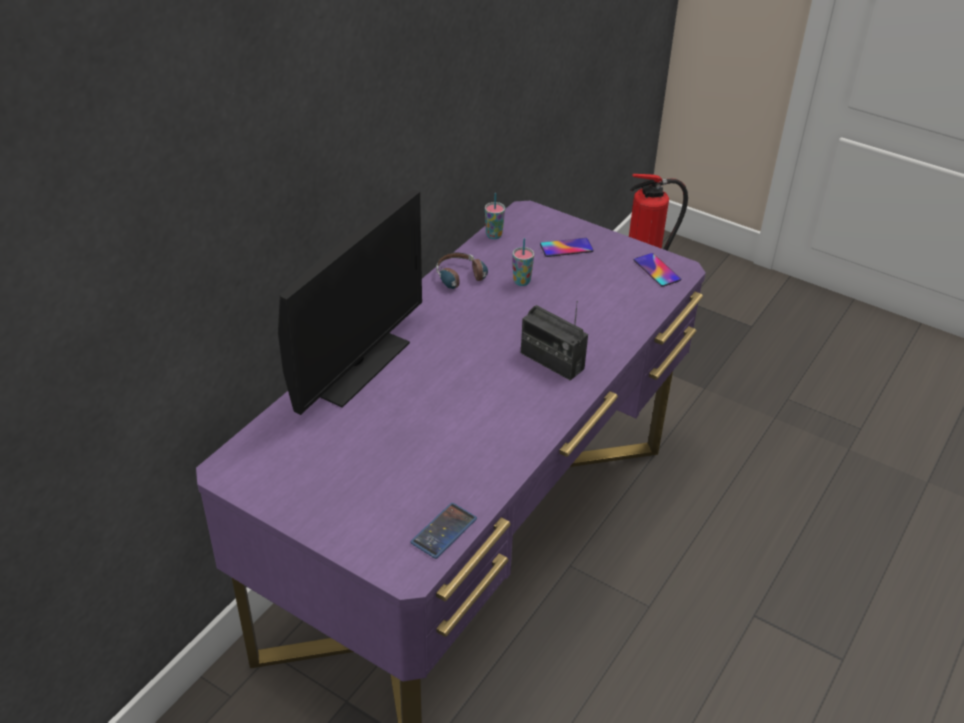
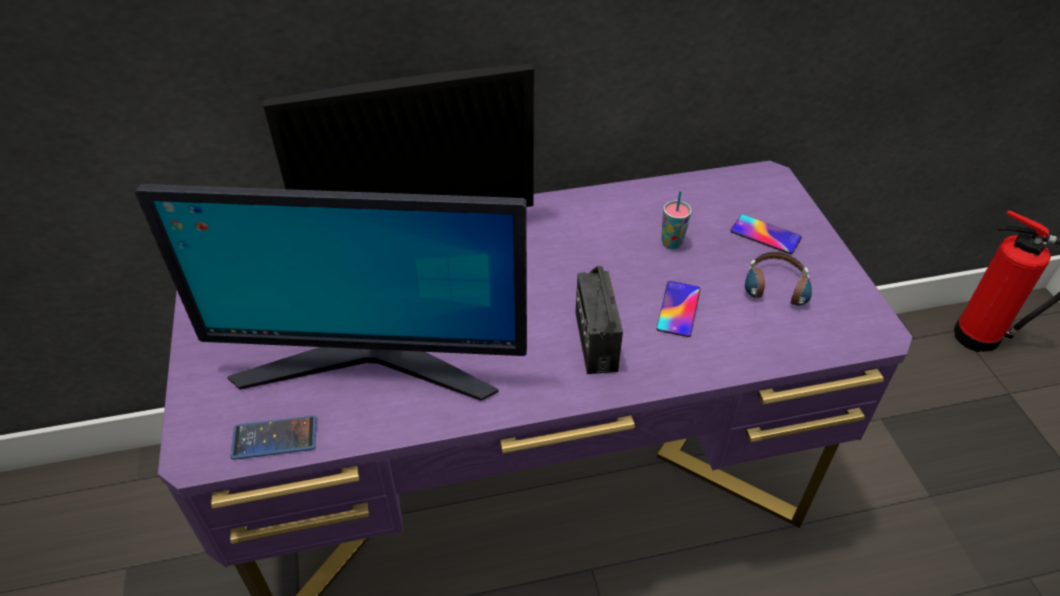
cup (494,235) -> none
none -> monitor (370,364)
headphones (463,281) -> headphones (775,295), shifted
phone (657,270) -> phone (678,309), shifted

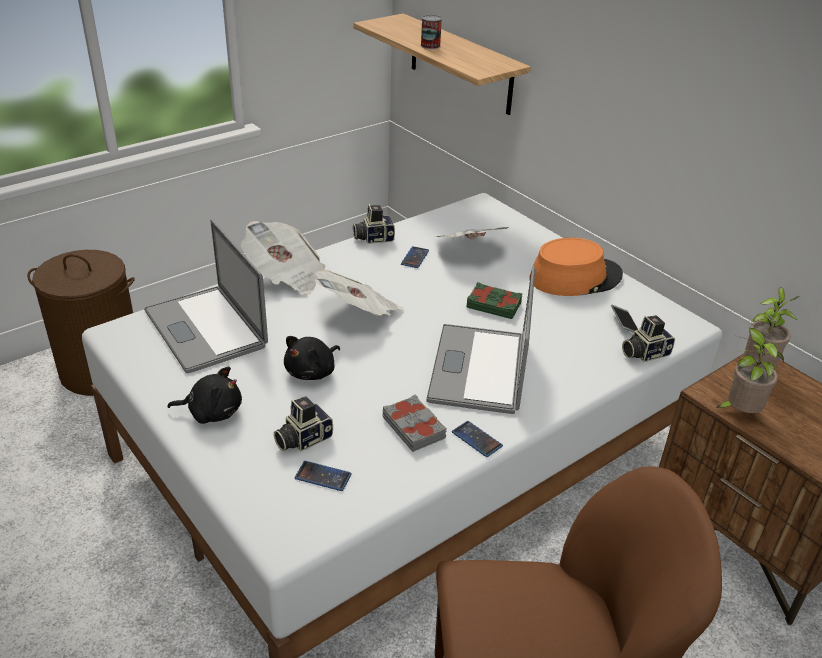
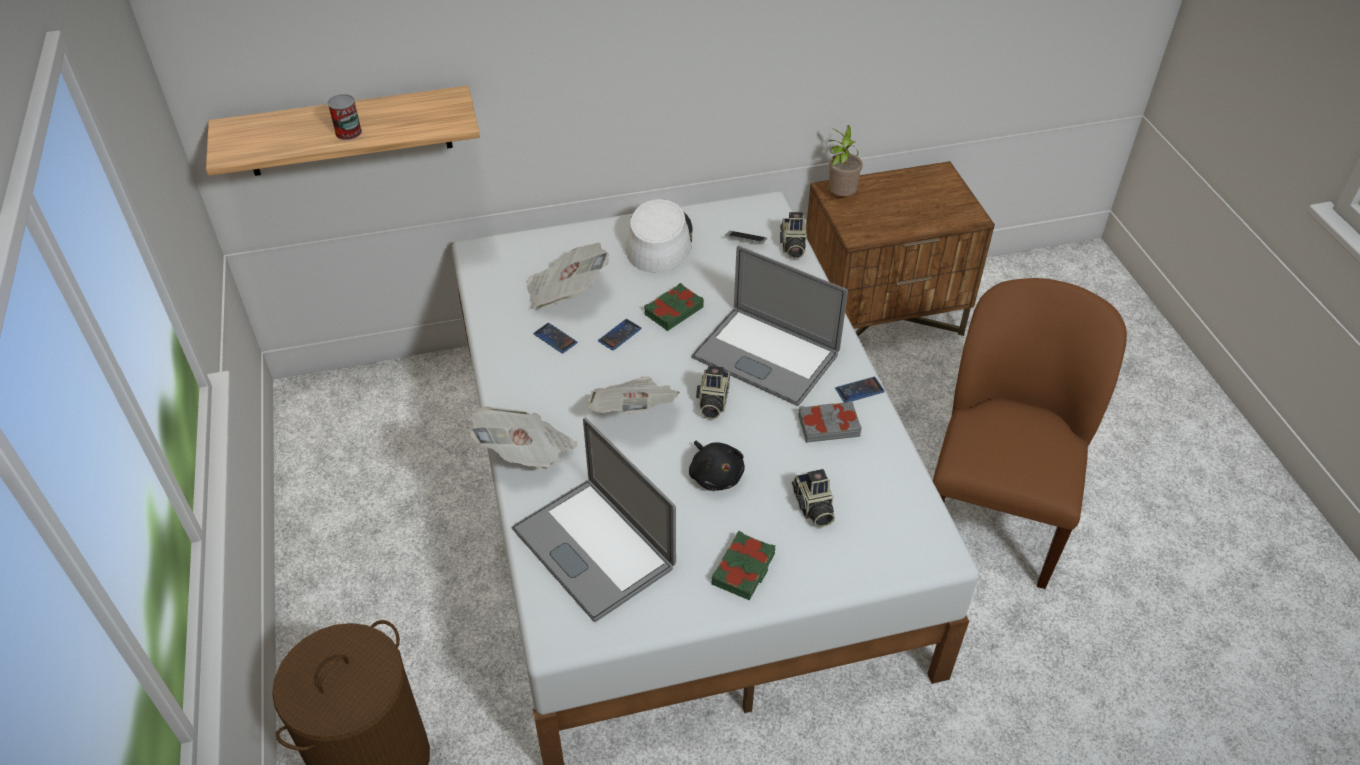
potted plant (738,412) -> none
phone (323,476) -> phone (619,335), shifted
photo camera (373,238) -> photo camera (712,402), shifted
black plush toy (212,412) -> green book (744,569)
orange hat (575,277) -> white hat (659,240)
laptop (205,328) -> laptop (593,548), 60 degrees clockwise

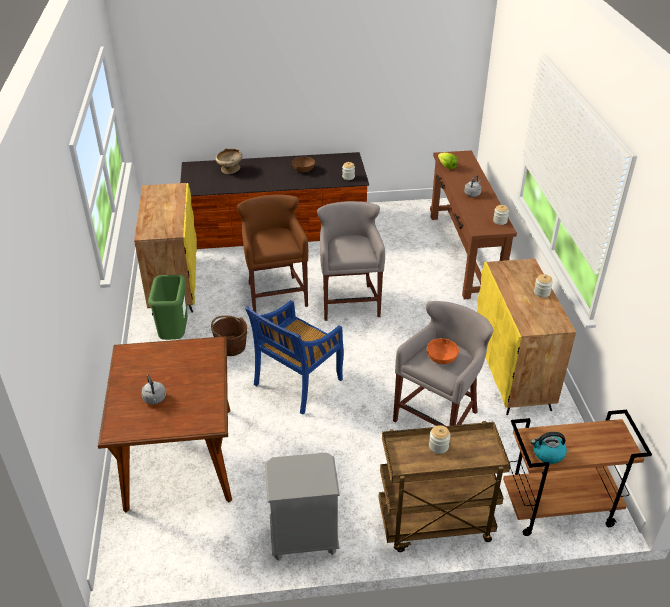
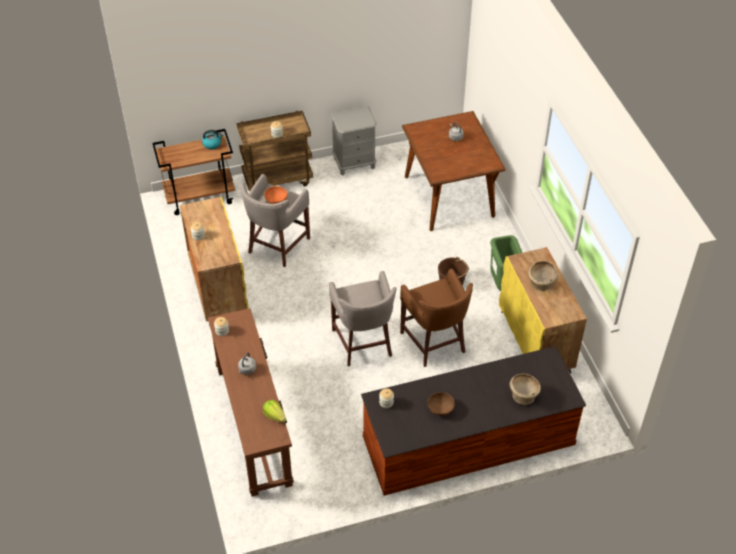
blue chair (297,383) -> none
none -> beige bowl (541,284)

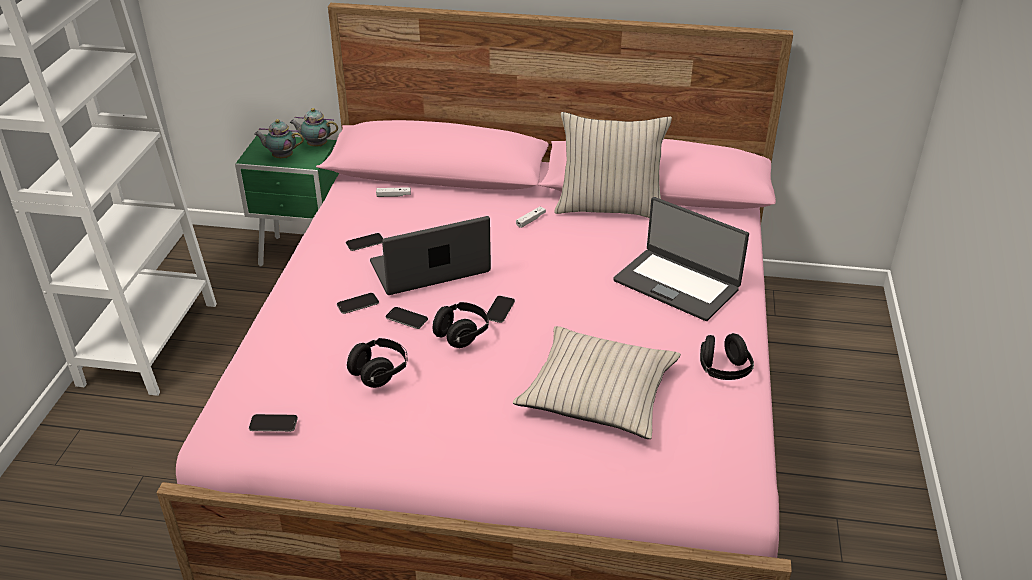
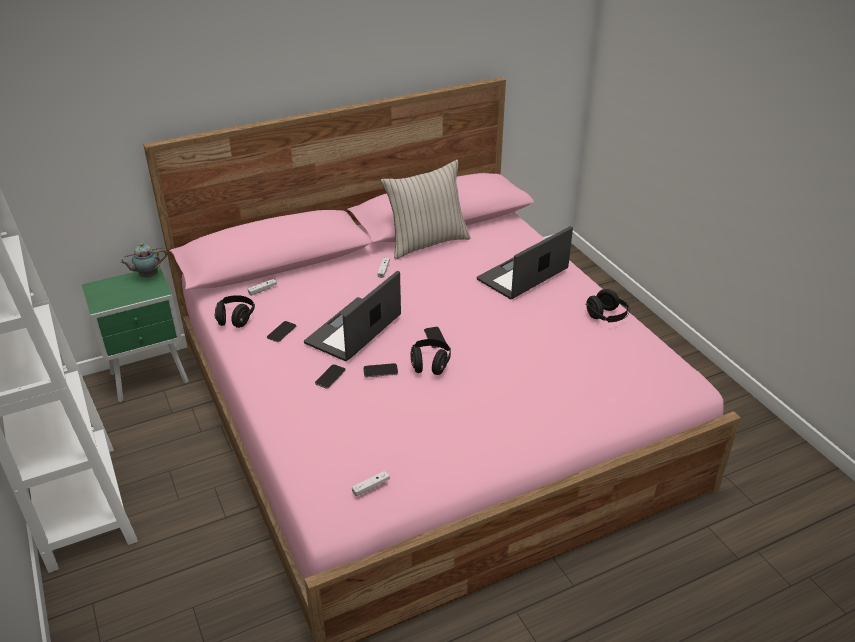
teapot (281,157) -> none
beige pillow (598,393) -> none
black headphones (379,372) -> black headphones (235,319), shifted
phone (273,424) -> white game controller (371,486)
laptop (677,284) -> laptop (523,275), 135 degrees clockwise

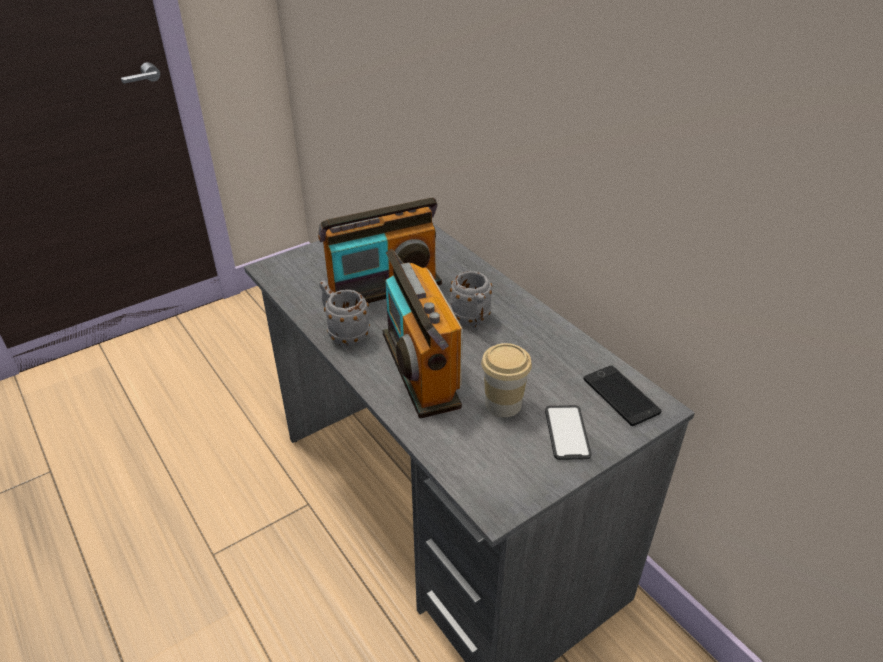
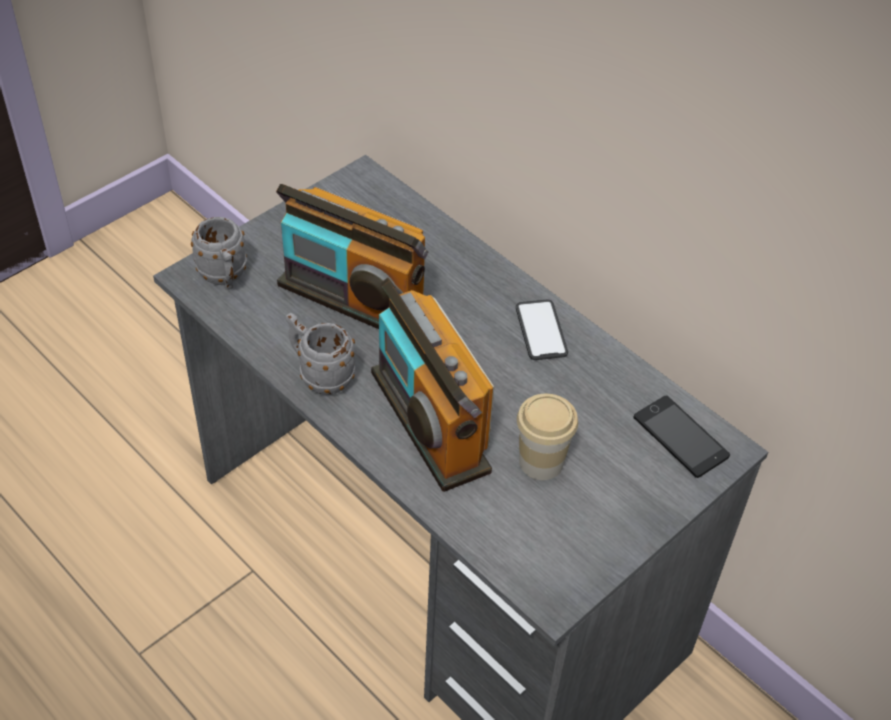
grey mug (472,321) -> grey mug (224,278), shifted
phone (567,433) -> phone (541,330), shifted
radio (382,288) -> radio (355,299), 60 degrees clockwise

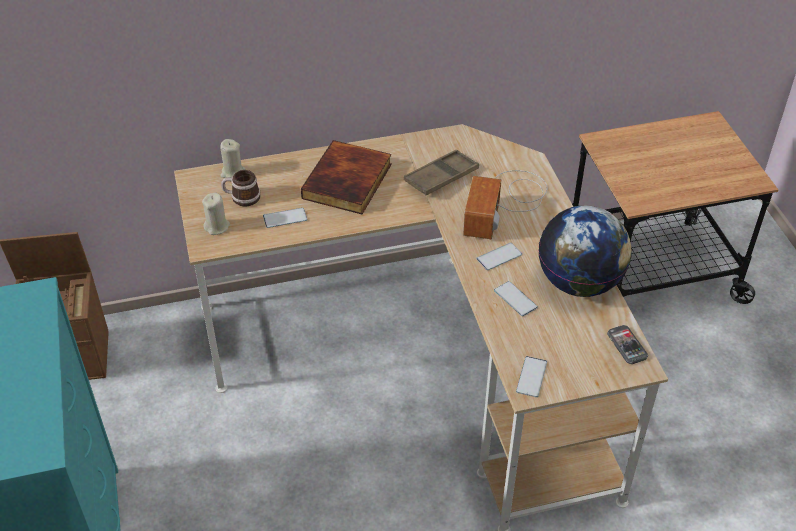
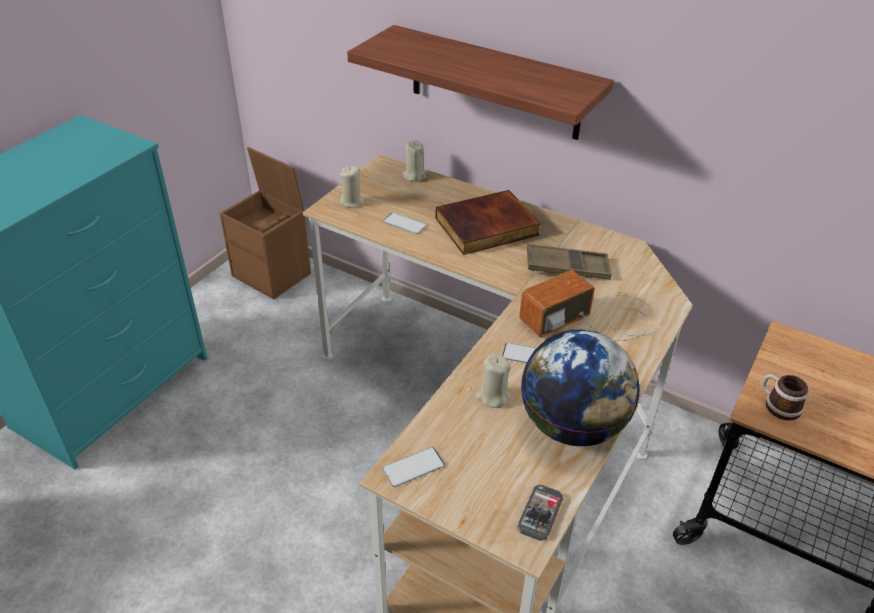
none -> shelf (494,83)
mug (241,197) -> mug (778,405), shifted
phone (515,299) -> beige candle (493,397)

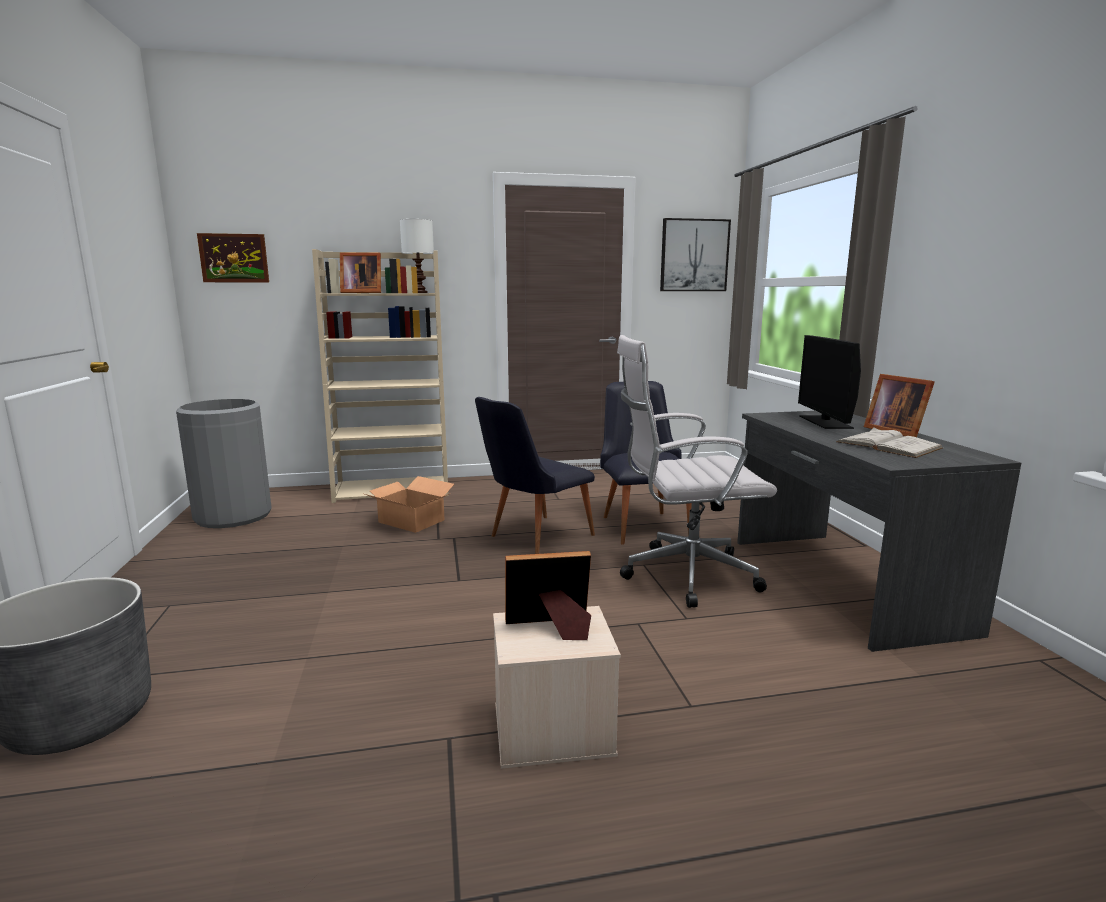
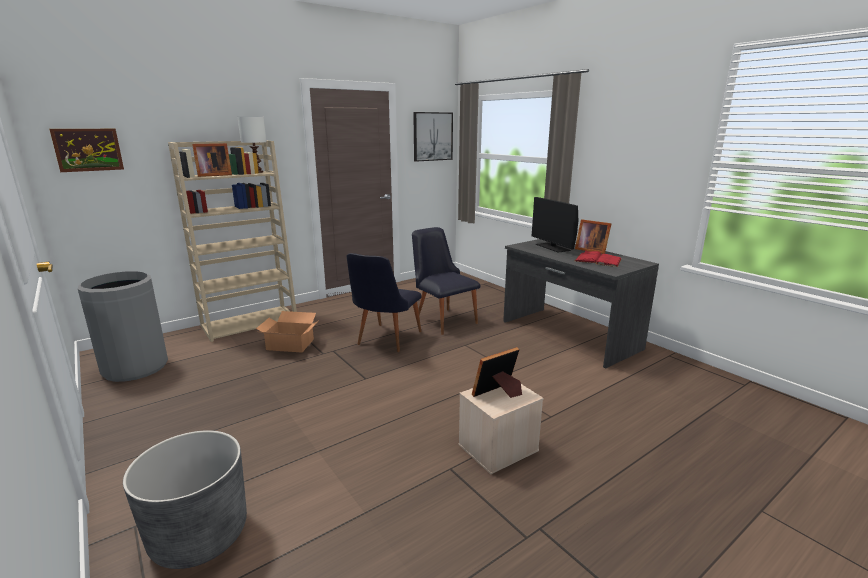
white office chair (683,575) -> none
white book (888,445) -> red book (598,260)

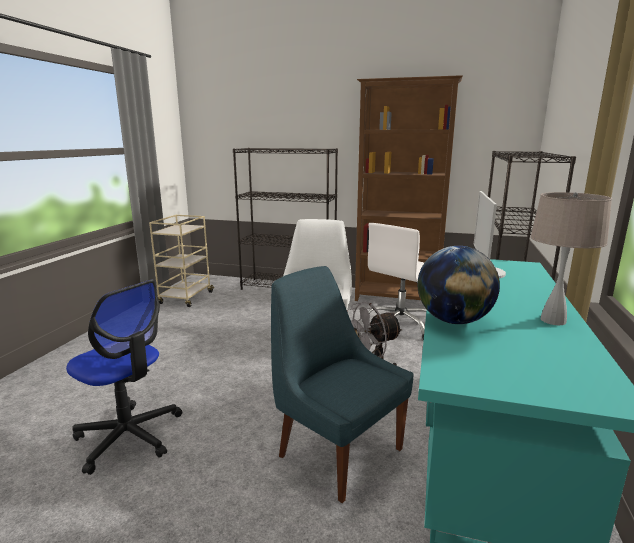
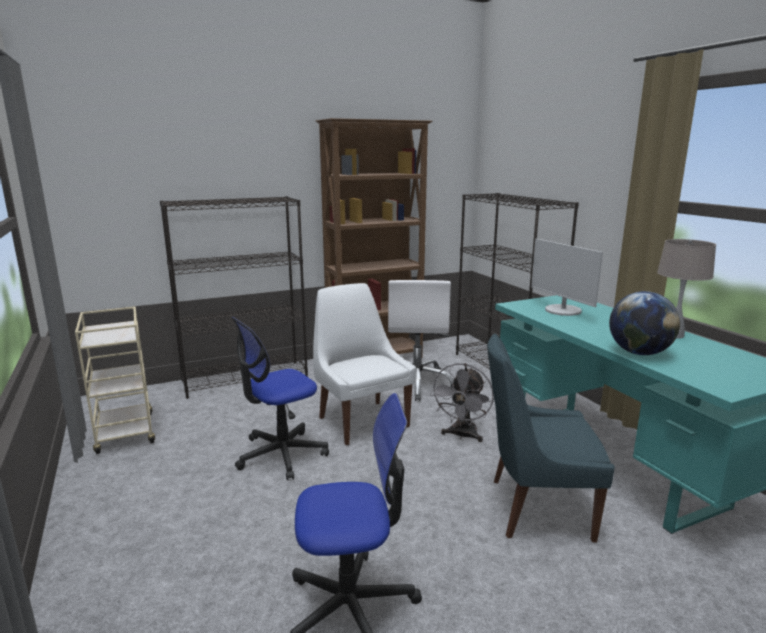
none -> office chair (281,454)

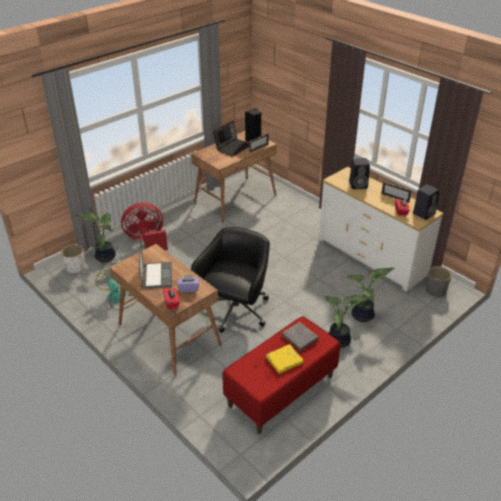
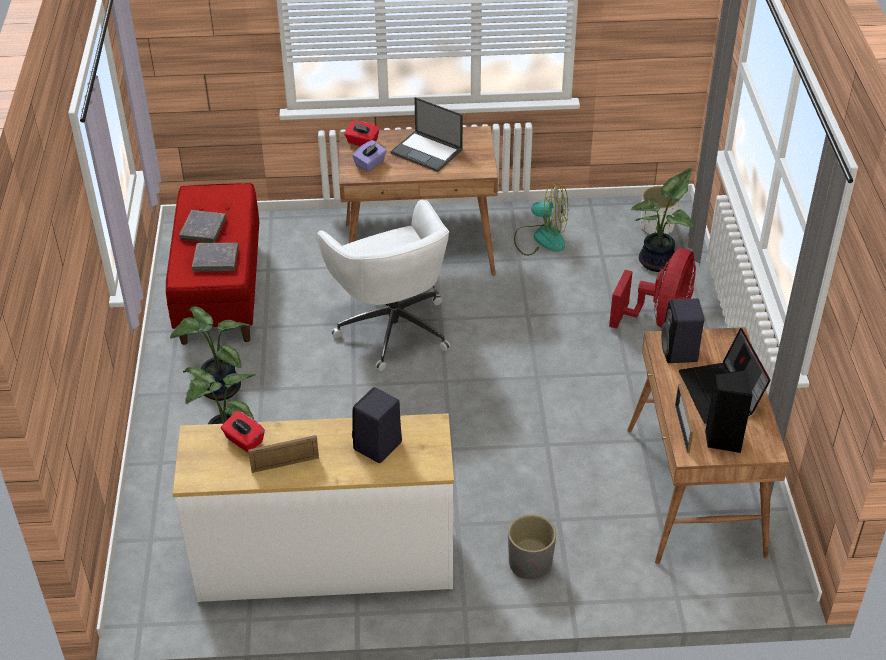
black speaker (424,213) -> black speaker (680,352), shifted
grey planter (436,291) -> grey planter (530,564), shifted
black office chair (235,311) -> white office chair (392,326)
yellow book (284,360) -> grey book (203,229)

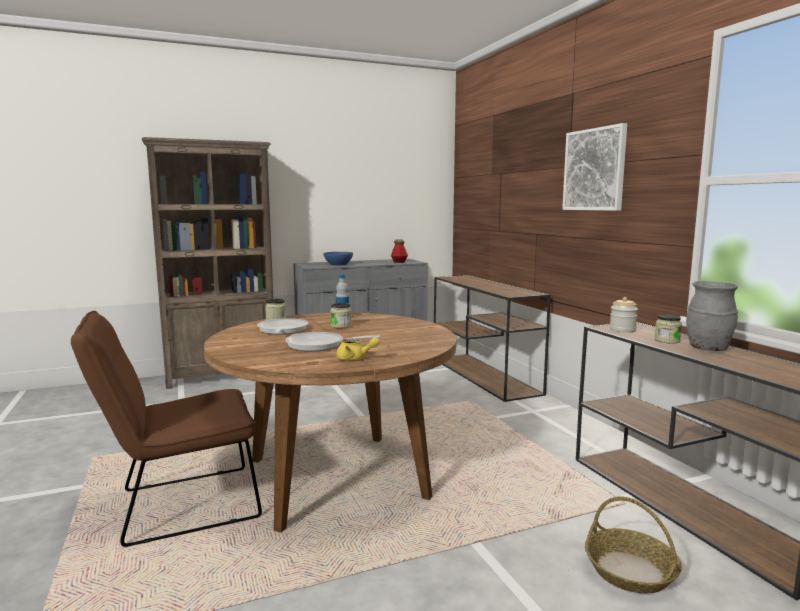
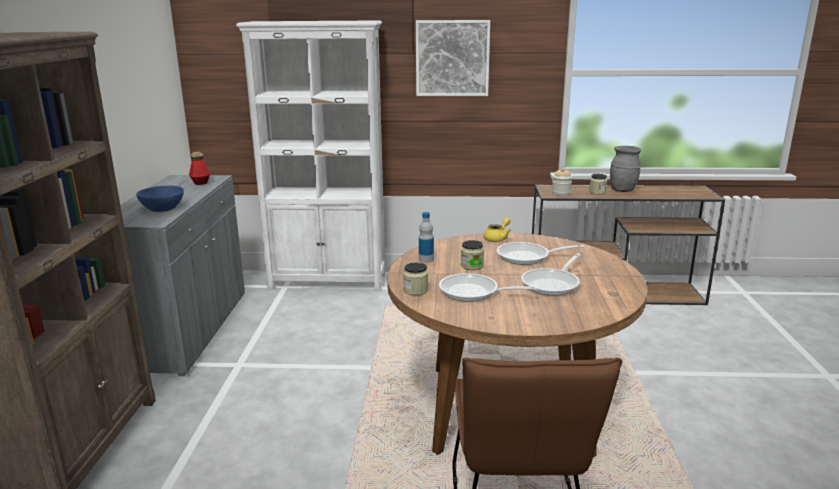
basket (631,571) -> none
none -> frying pan (528,257)
yellow teapot (355,359) -> yellow teapot (497,238), shifted
brown console table (484,376) -> white bookcase (328,281)

